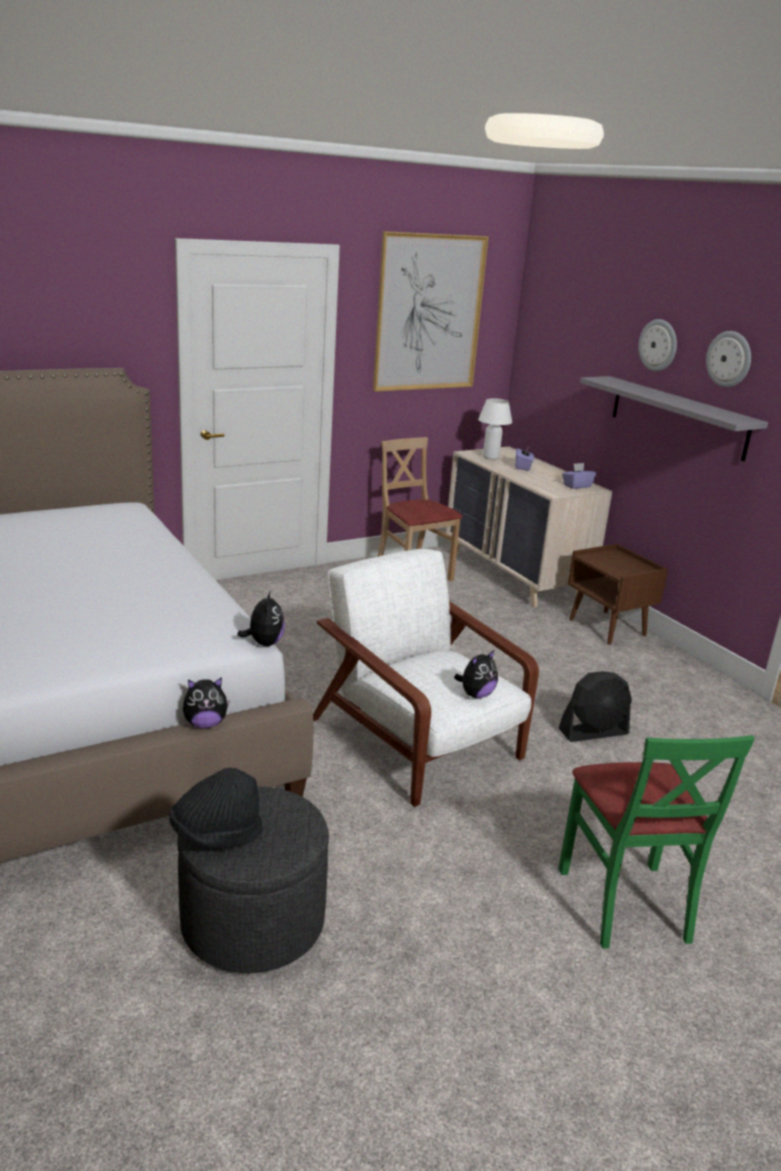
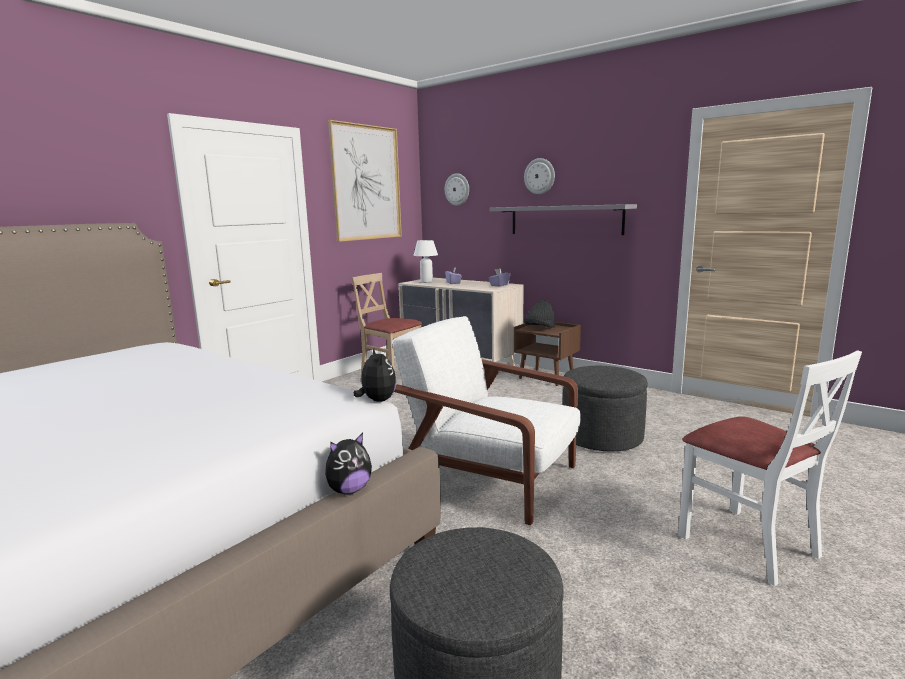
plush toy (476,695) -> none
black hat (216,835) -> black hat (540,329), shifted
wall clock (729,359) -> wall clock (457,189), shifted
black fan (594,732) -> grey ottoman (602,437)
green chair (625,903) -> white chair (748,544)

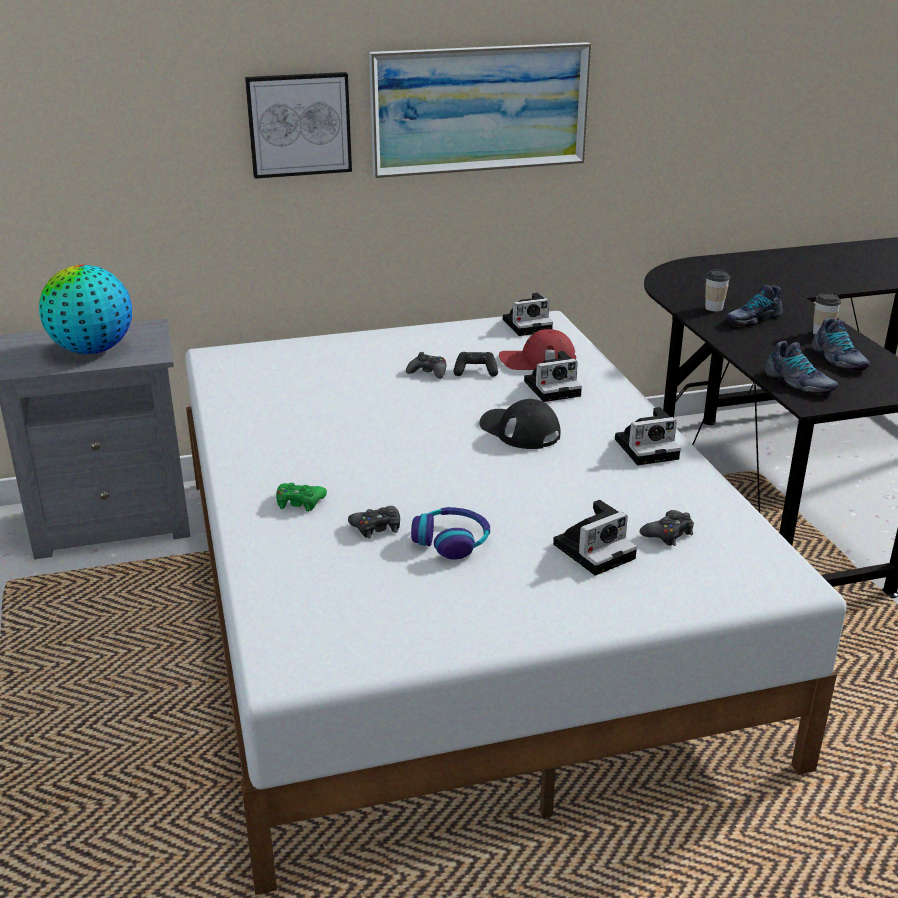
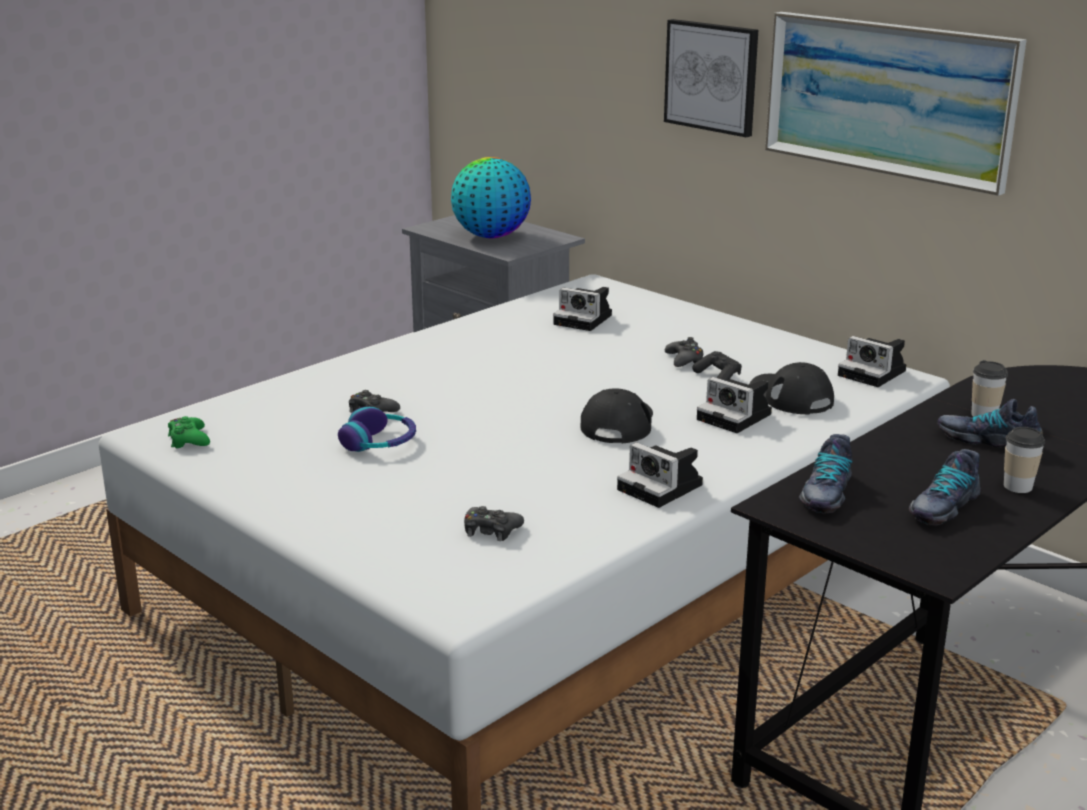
green game controller (299,502) -> green game controller (188,440), shifted
photo camera (595,550) -> photo camera (585,320), shifted
red cap (537,360) -> black cap (790,396)

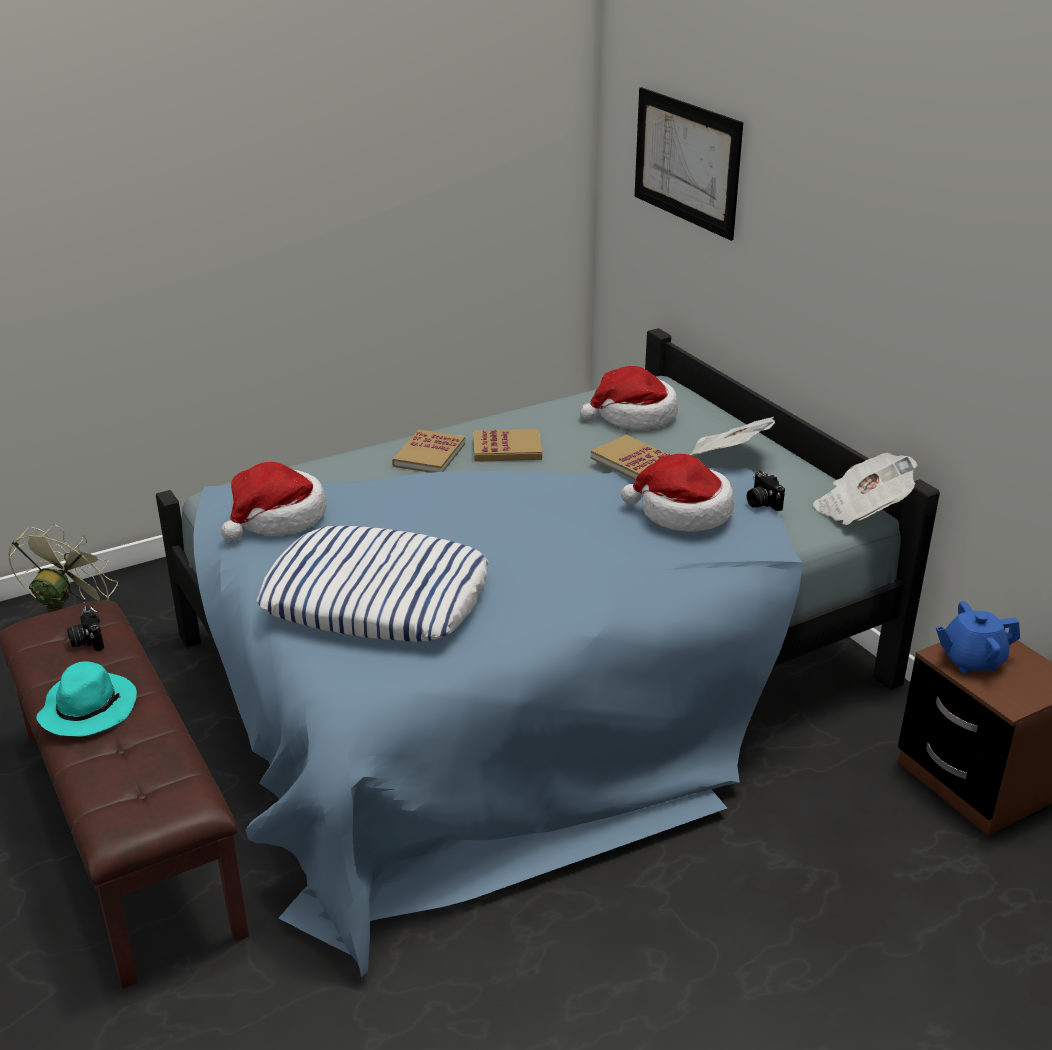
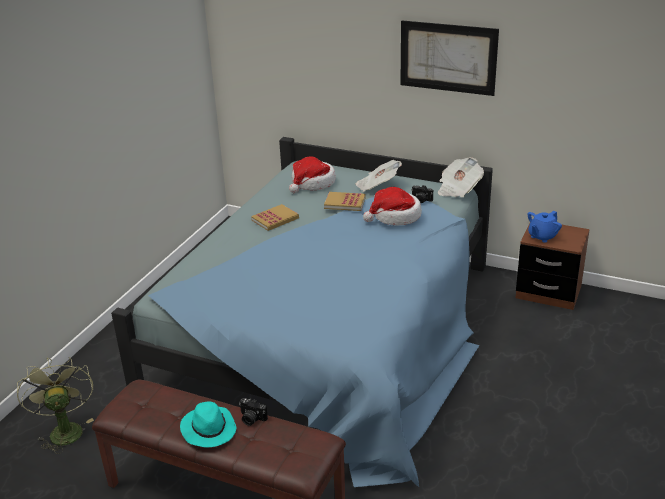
hat (277,518) -> none
pillow (375,598) -> none
book (429,455) -> none
photo camera (87,640) -> photo camera (251,419), shifted
picture (686,161) -> picture (448,57), shifted

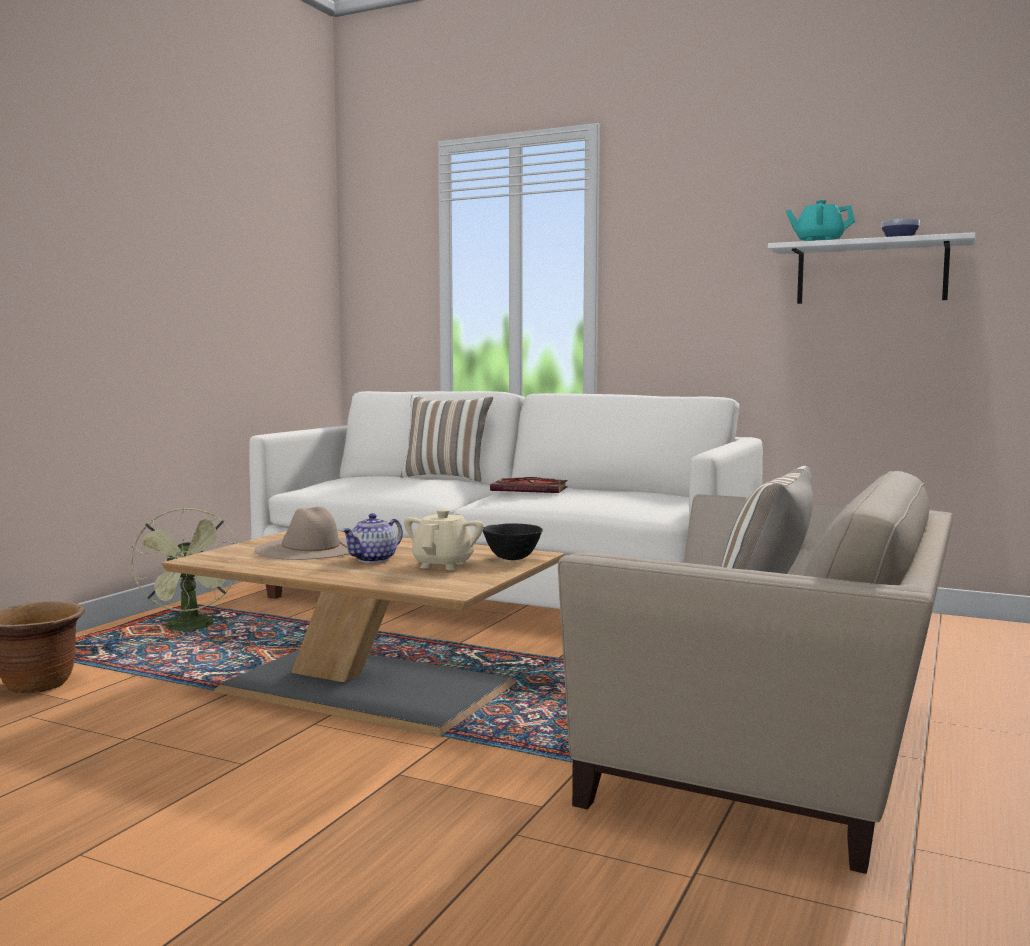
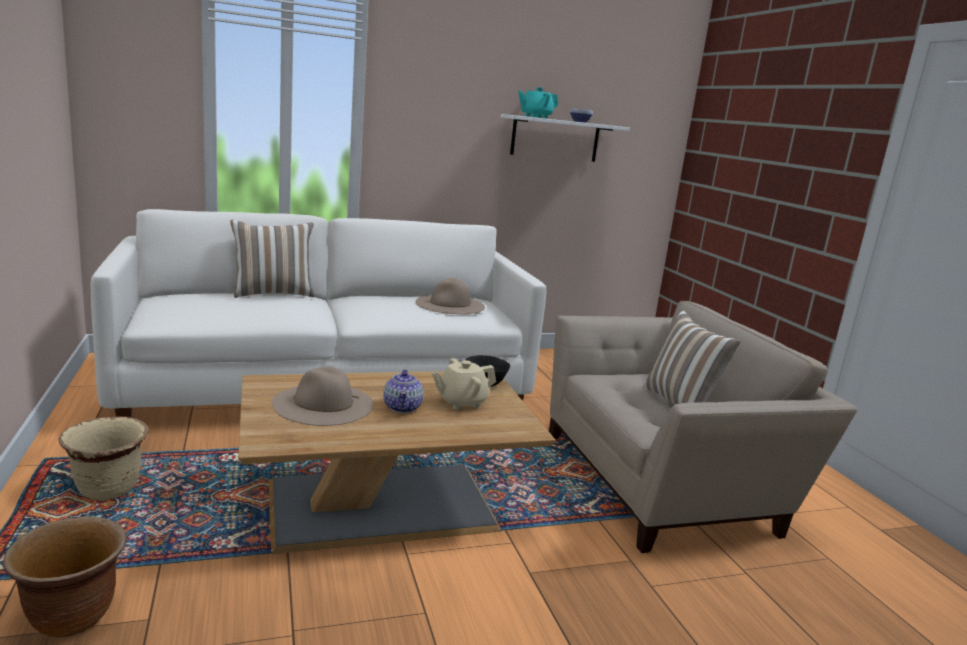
book (531,489) -> none
none -> beige hat (450,304)
green fan (191,628) -> beige planter (109,489)
beige teapot (444,565) -> beige teapot (461,402), 90 degrees counterclockwise

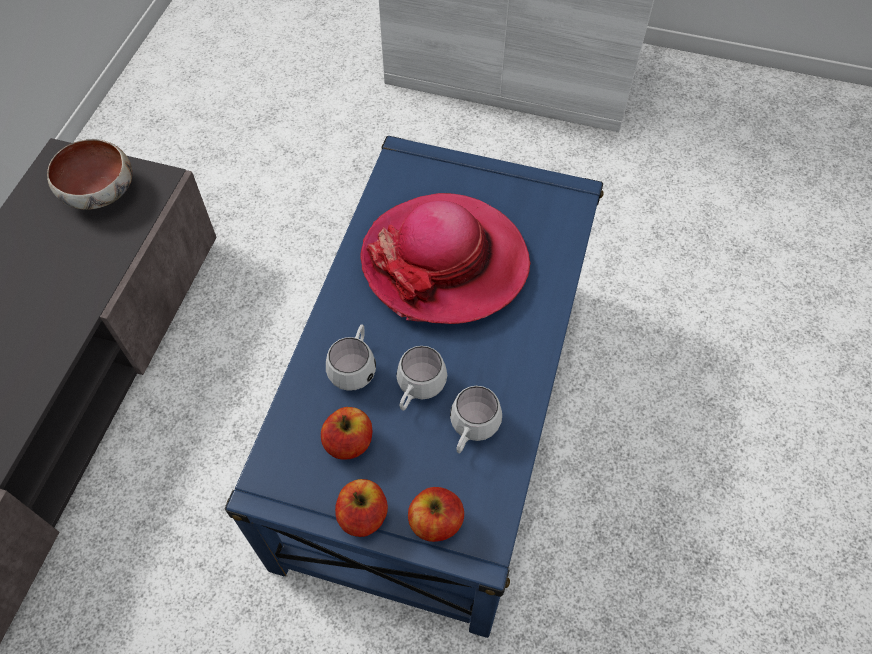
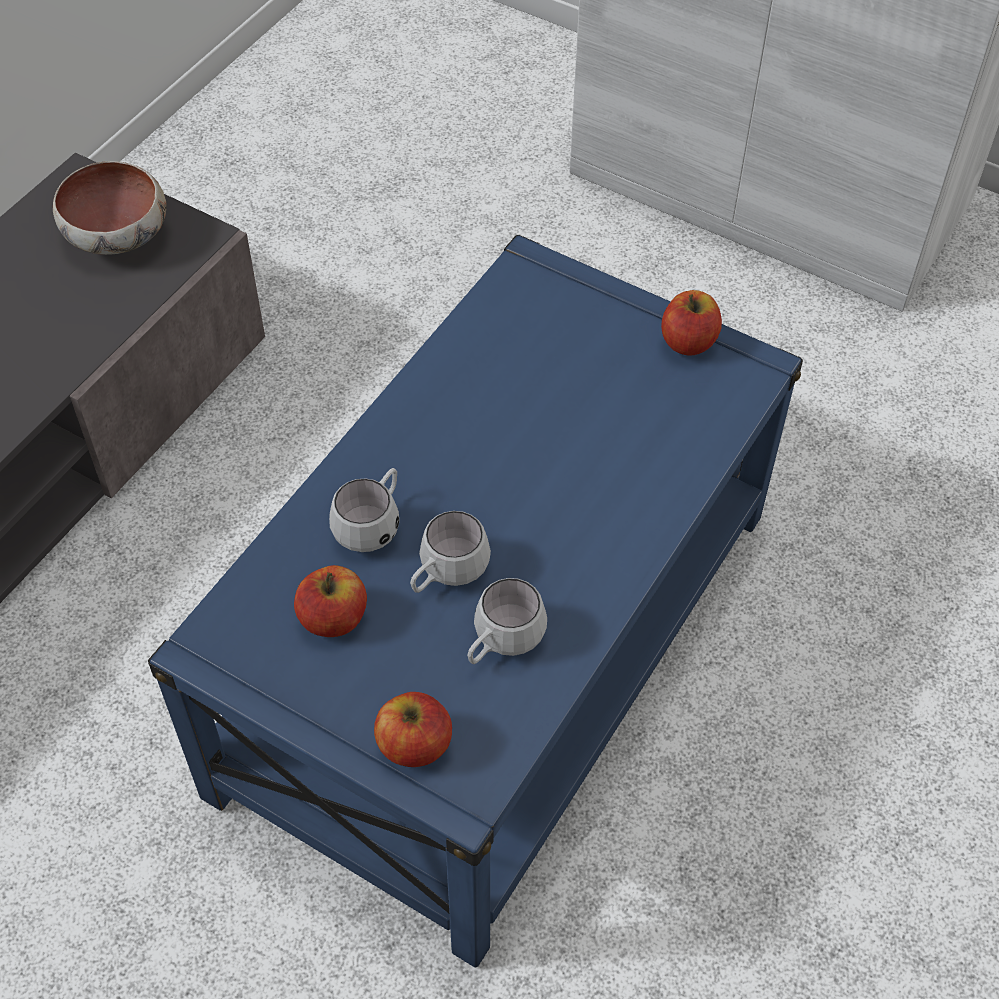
hat (445,262) -> none
apple (363,515) -> apple (688,342), shifted

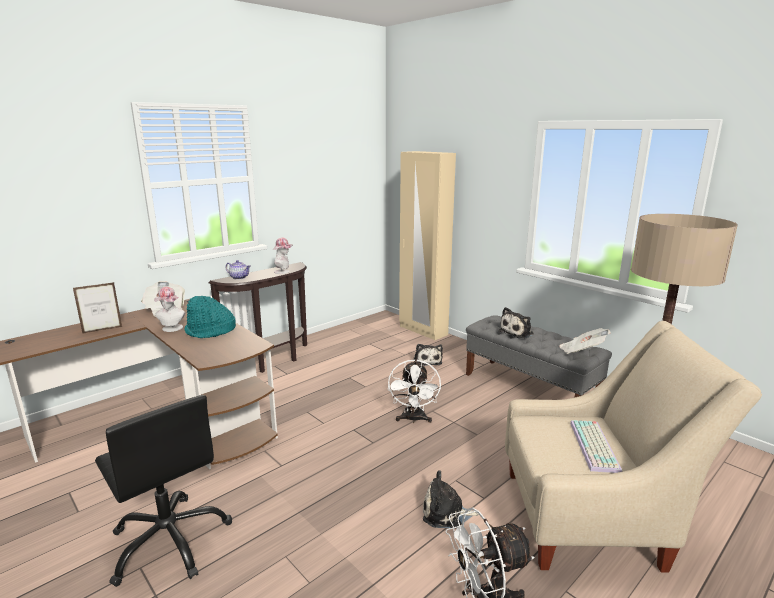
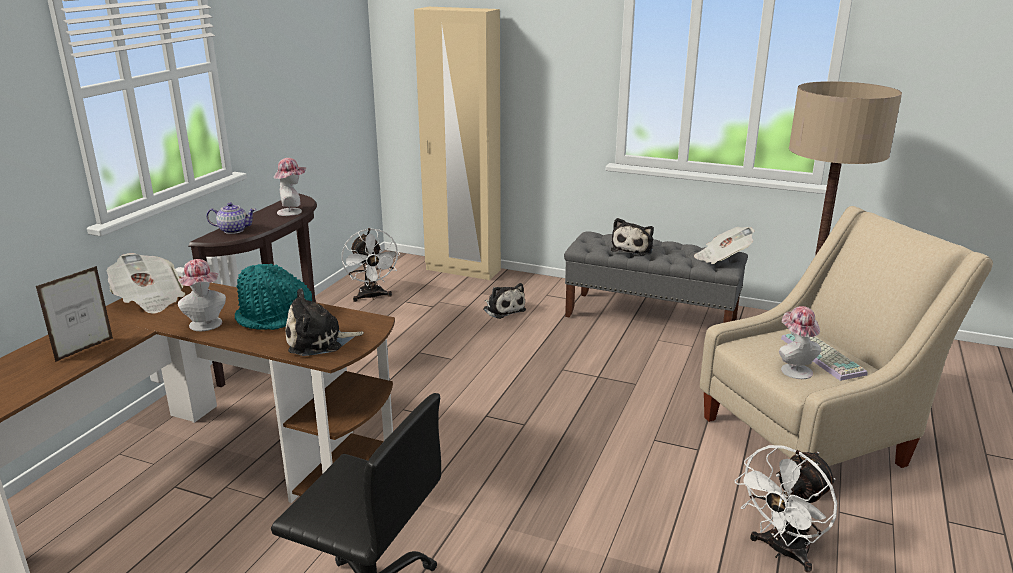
none -> hat (793,369)
white fan (413,419) -> white fan (372,297), shifted
plush toy (446,513) -> plush toy (319,341), shifted

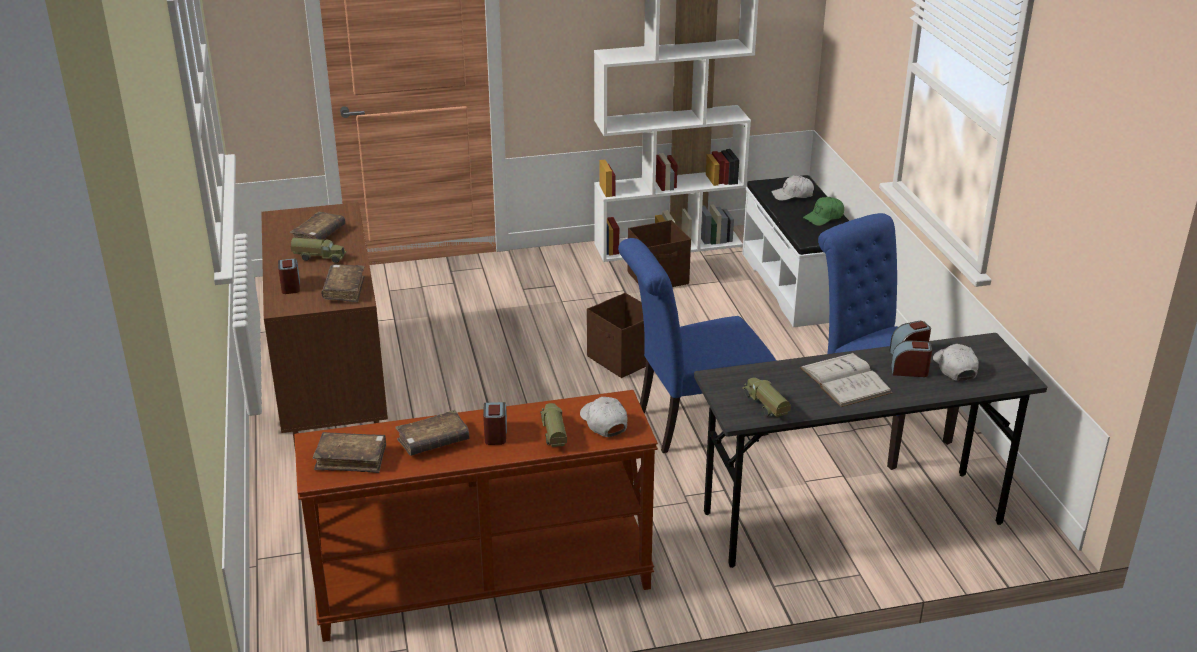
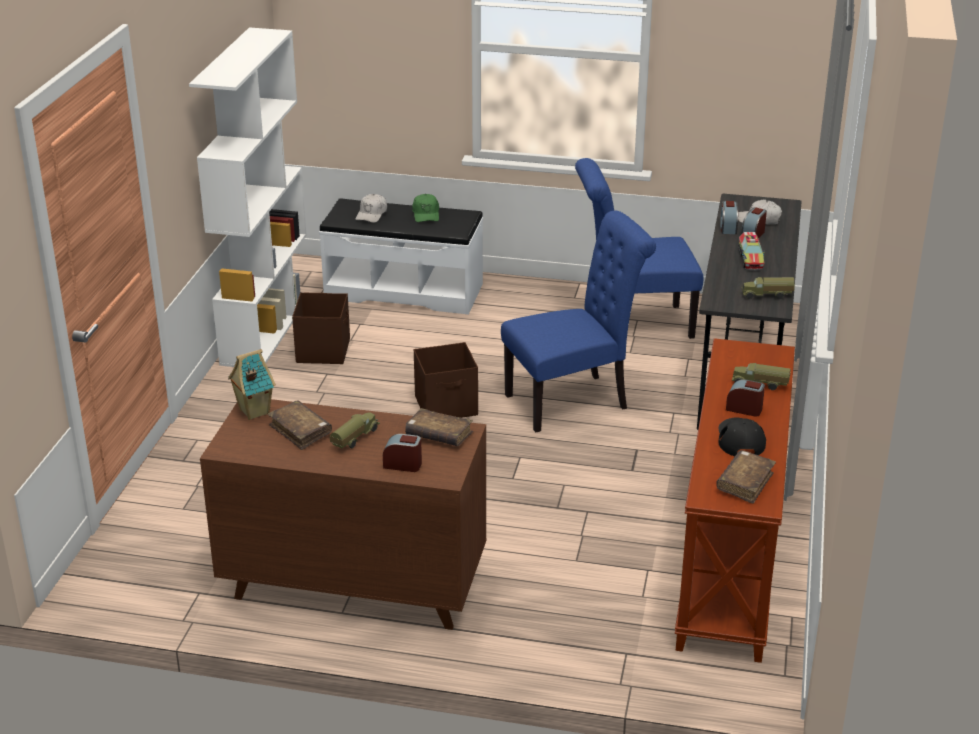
white cap (603,422) -> none
none -> toy house (253,412)
brown book (433,441) -> black cap (740,439)
white book (845,380) -> toy truck (750,259)
blue chair (693,423) -> blue chair (574,400), 120 degrees counterclockwise

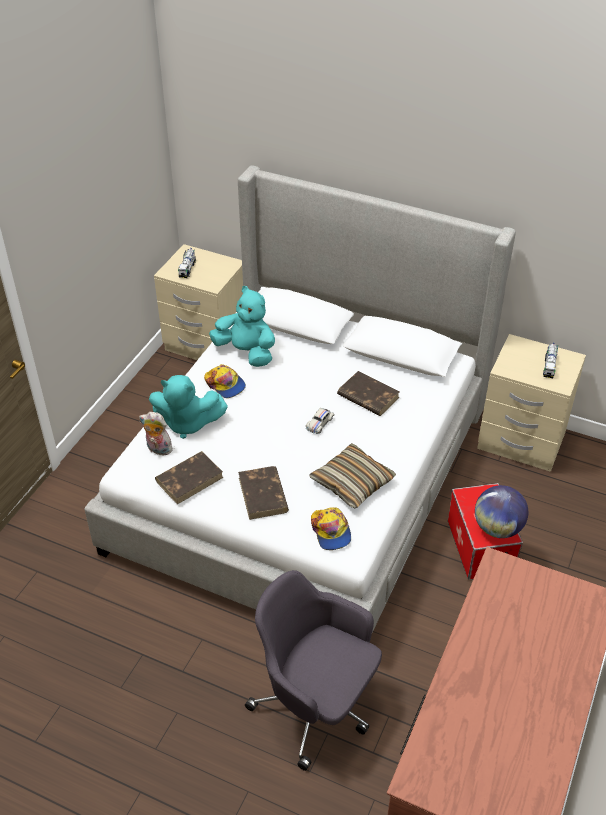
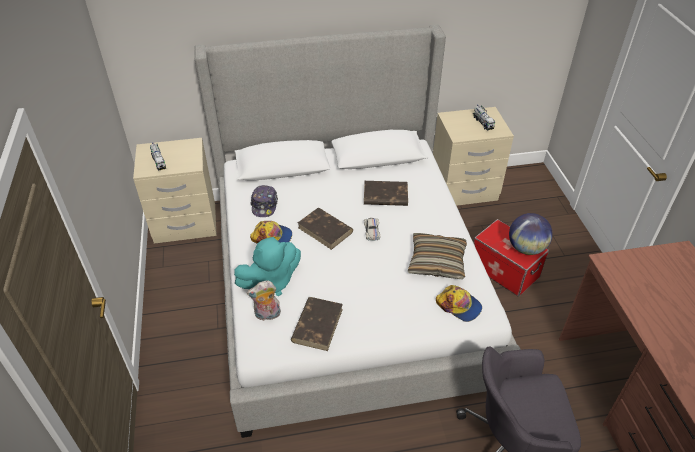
brown book (263,495) -> brown book (325,230), shifted
turquoise plush toy (246,352) -> cap (264,205)

